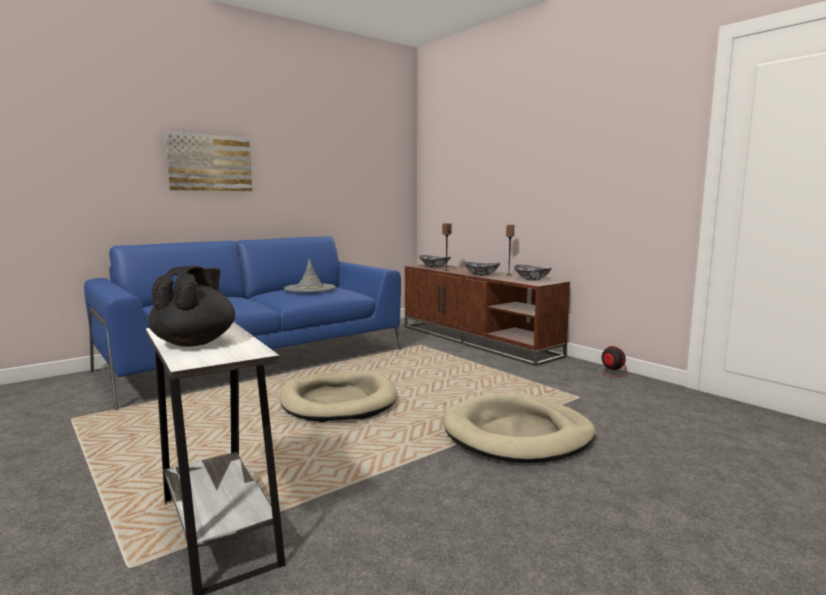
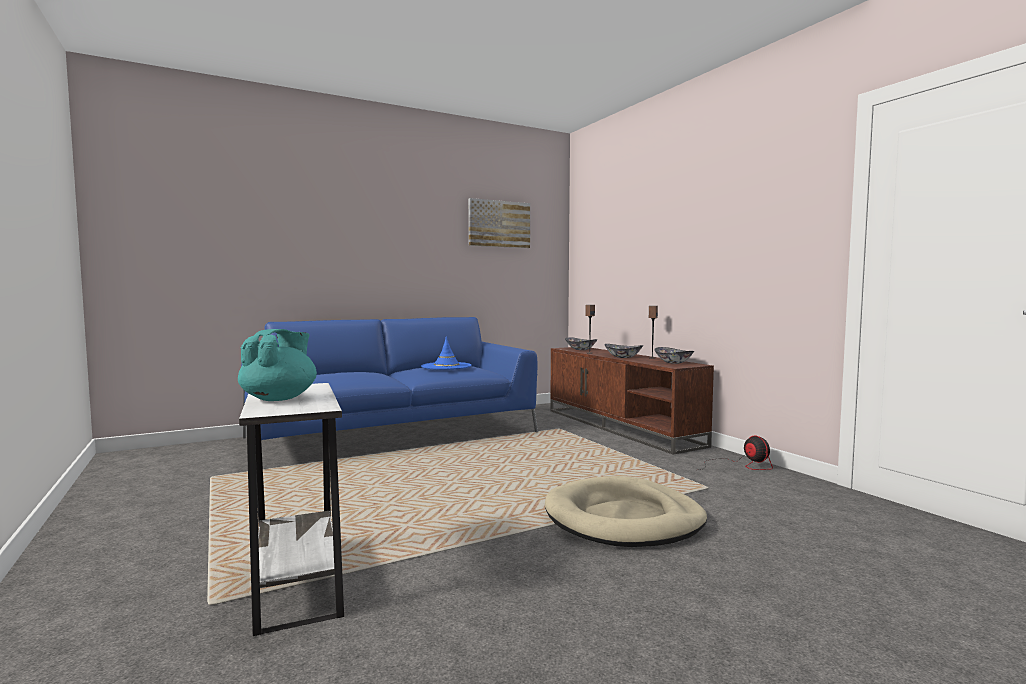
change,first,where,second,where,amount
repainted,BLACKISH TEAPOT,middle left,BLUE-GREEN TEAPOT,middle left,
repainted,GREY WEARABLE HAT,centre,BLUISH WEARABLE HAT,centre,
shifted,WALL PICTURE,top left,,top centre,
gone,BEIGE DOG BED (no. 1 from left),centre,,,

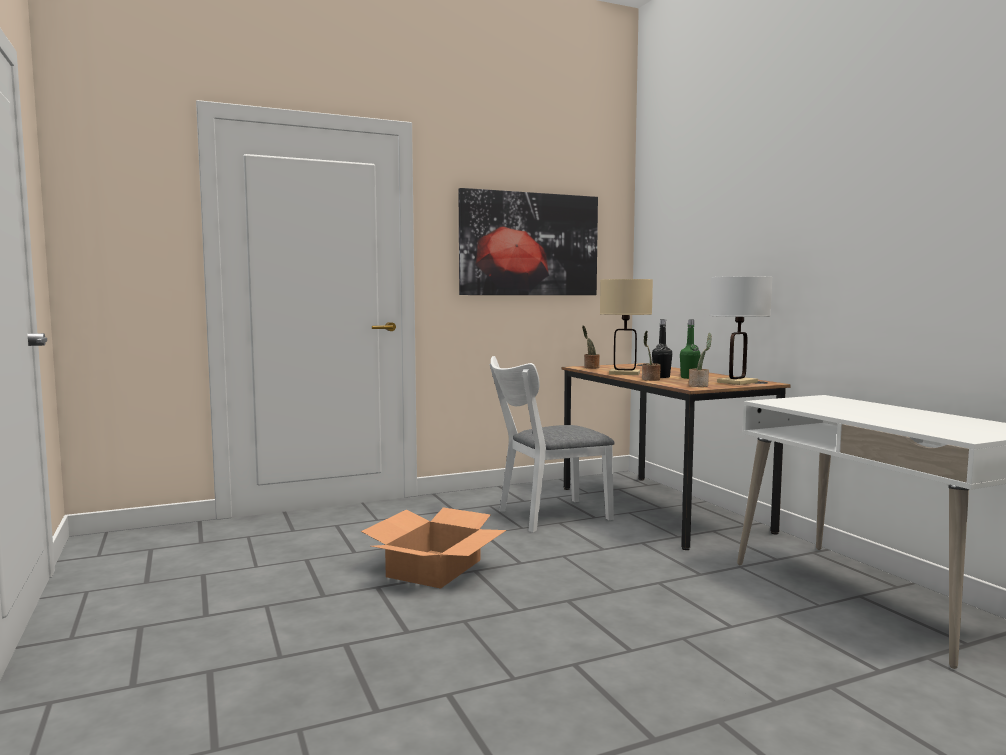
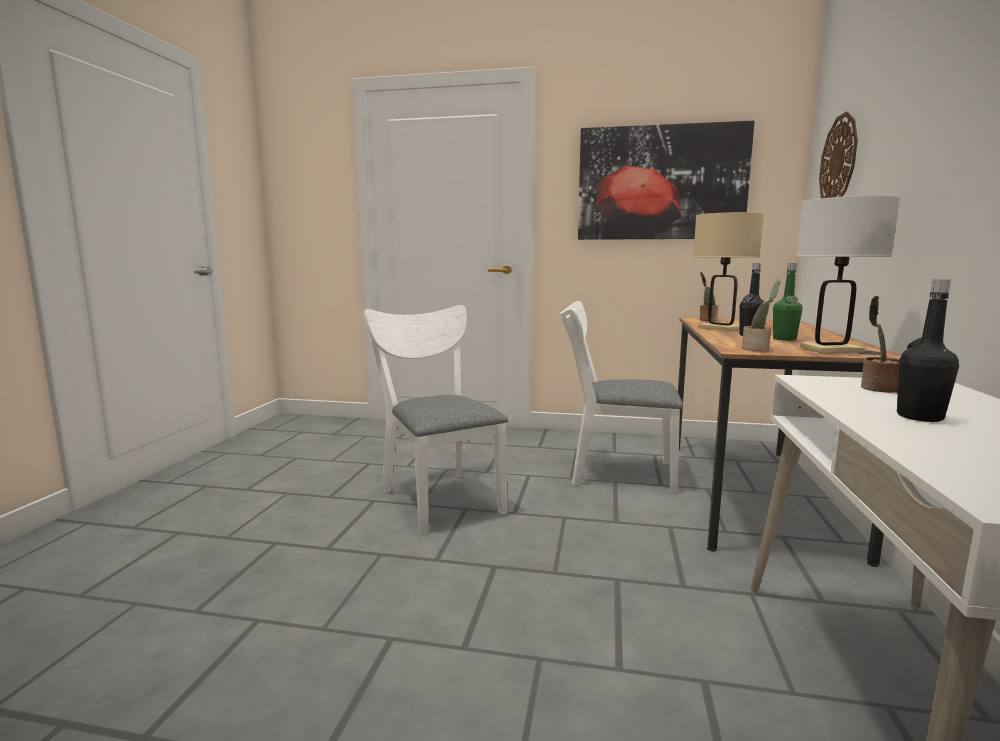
change,first,where,second,where,amount
swapped,CARDBOARD BOX,bottom centre,WHITE PLAIN CHAIR (no. 1 from left),centre,
new,,,WALL CLOCK,top right,
shifted,POTTED PLANT (no. 2 from left in the first image),centre,POTTED PLANT (no. 3 from left),middle right,
new,,,BLACKISH DRINK BOTTLE (no. 2 from left),middle right,

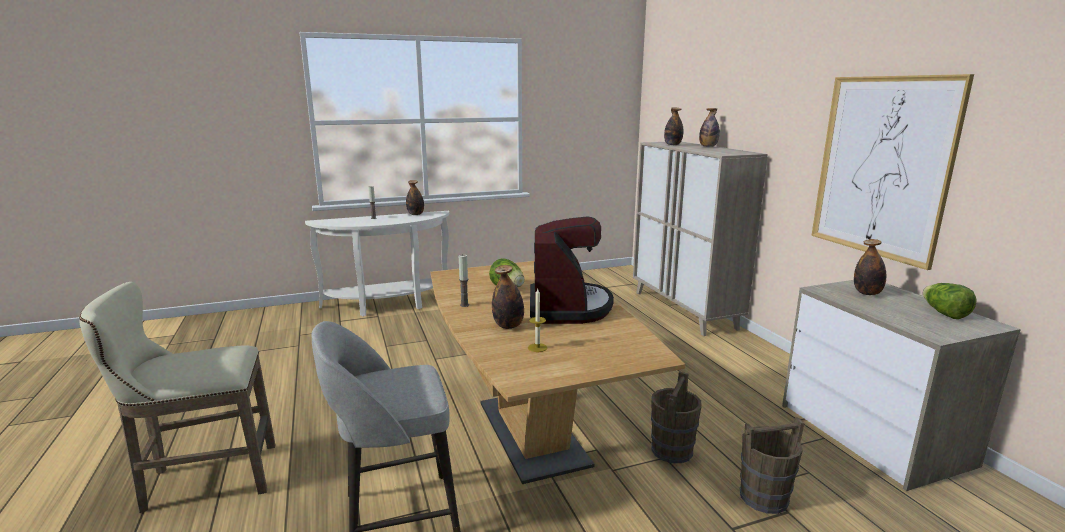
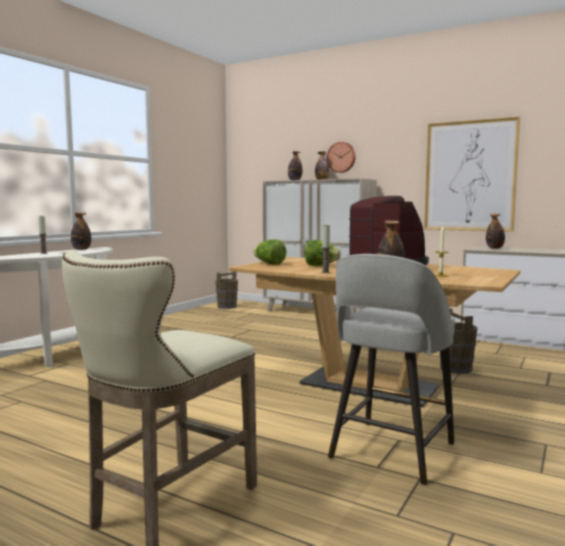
change,first,where,second,where,amount
shifted,BROWNISH BUCKET (no. 2 from left in the first image),bottom right,BROWNISH BUCKET (no. 1 from left),centre,
shifted,LETTUCE (no. 2 from left in the first image),middle right,LETTUCE (no. 1 from left),centre,
new,,,WALL CLOCK,top centre,

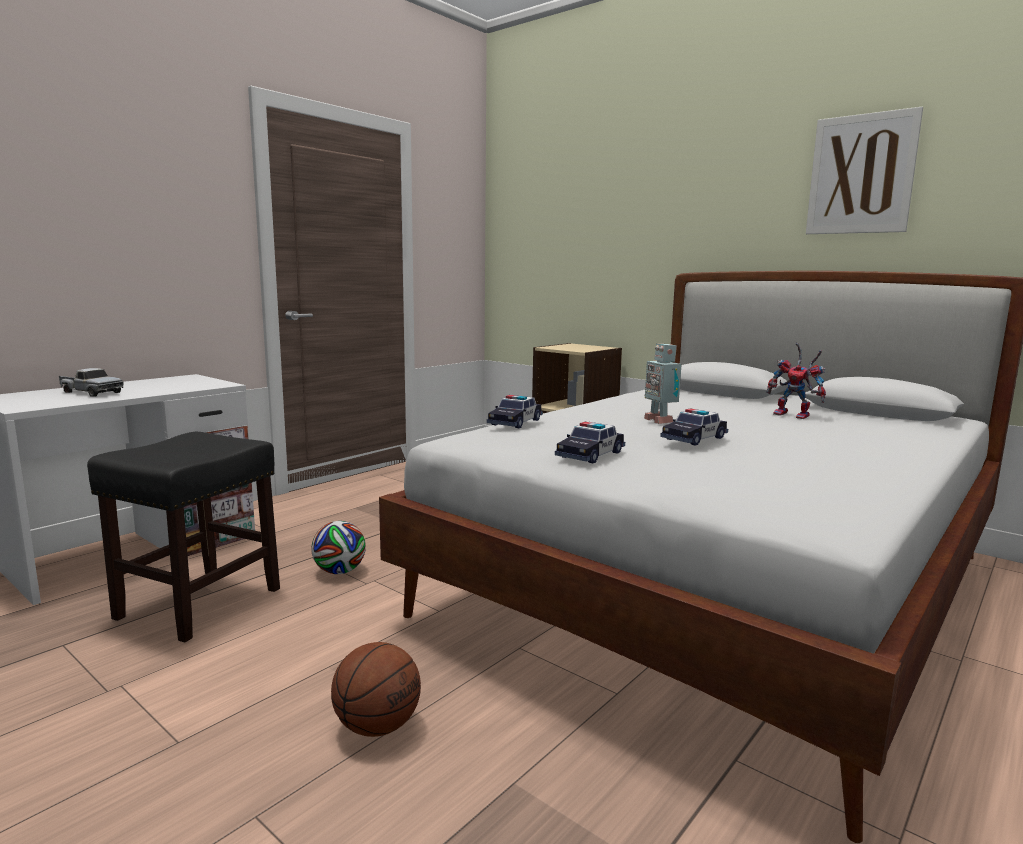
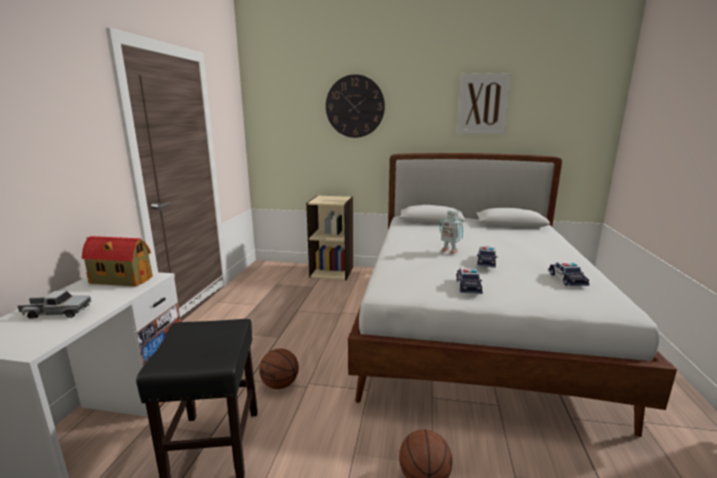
change,first,where,second,where,amount
new,,,MINIATURE HOUSE,middle left,
swapped,FOOTBALL BALL,middle left,BASKETBALL (no. 1 from left),bottom centre,
new,,,WALL CLOCK,top centre,
shifted,MINIATURE CAR (no. 1 from left in the first image),centre,MINIATURE CAR (no. 3 from left),middle right,
gone,MODEL ROBOT (no. 2 from left),middle right,,,

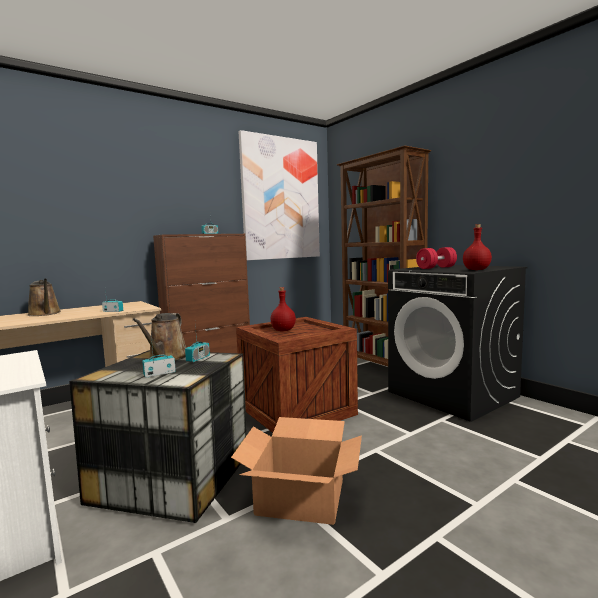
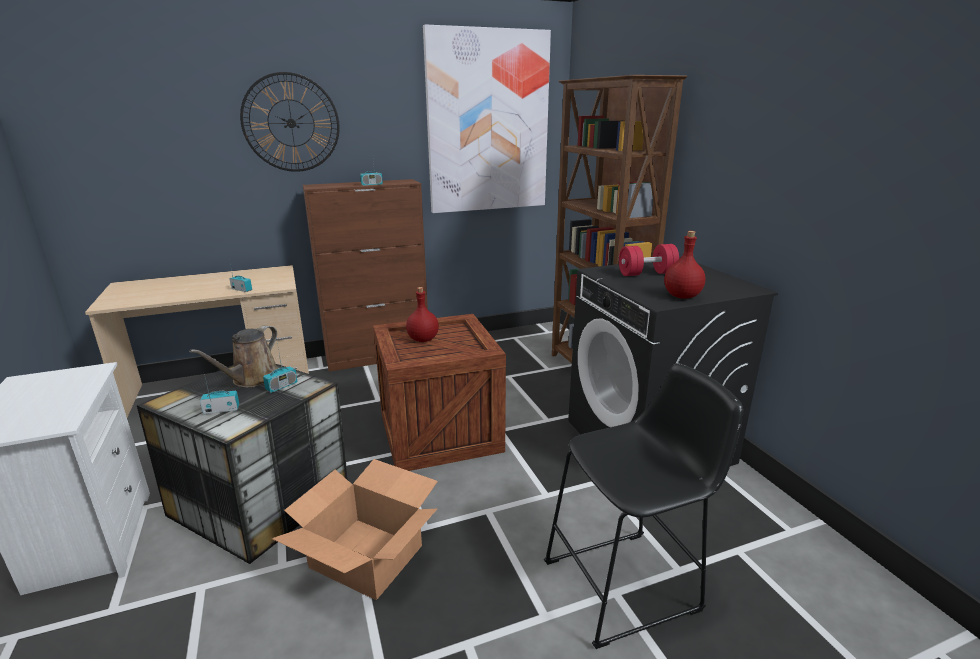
change,first,where,second,where,amount
new,,,WALL CLOCK,top left,
new,,,BLACKISH STOOL,bottom centre,
gone,BROWNISH WATERING CAN (no. 1 from left),middle left,,,

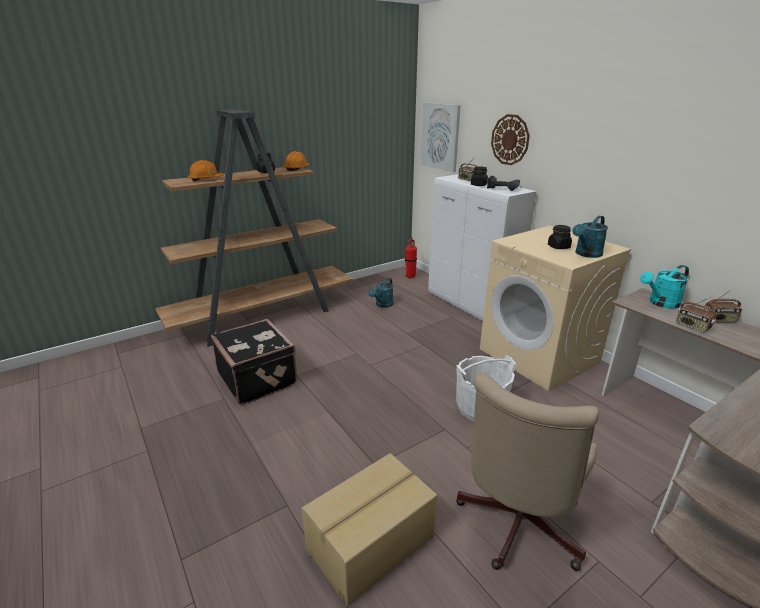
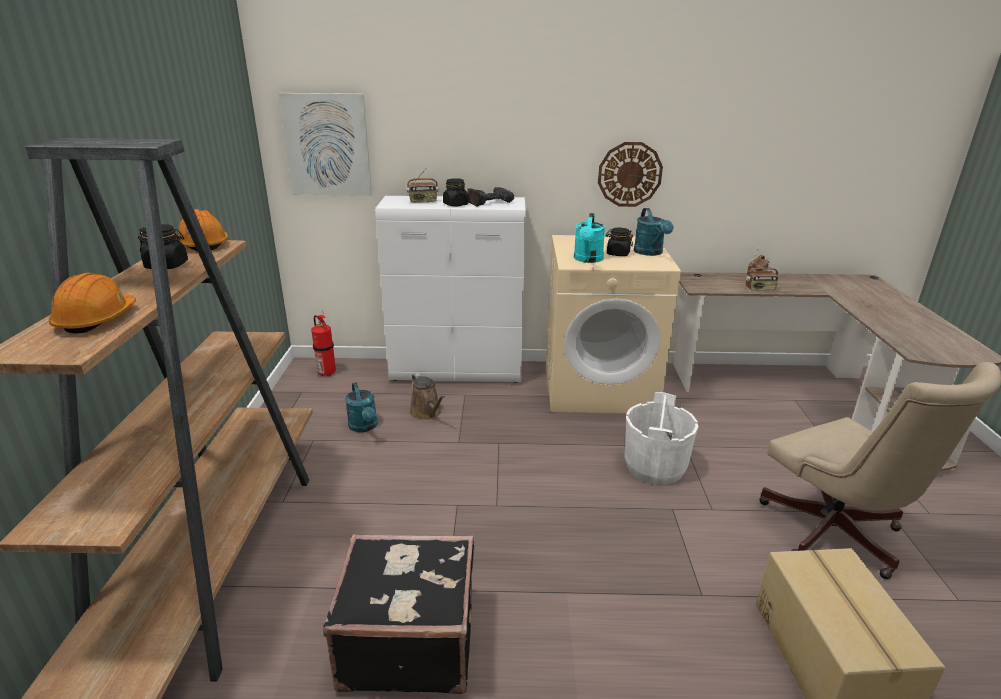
change,first,where,second,where,amount
new,,,BROWNISH WATERING CAN,centre,
shifted,BLUE-GREEN WATERING CAN (no. 3 from left in the first image),middle right,BLUE-GREEN WATERING CAN (no. 2 from left),centre,
shifted,WALL CLOCK,top right,,top centre,

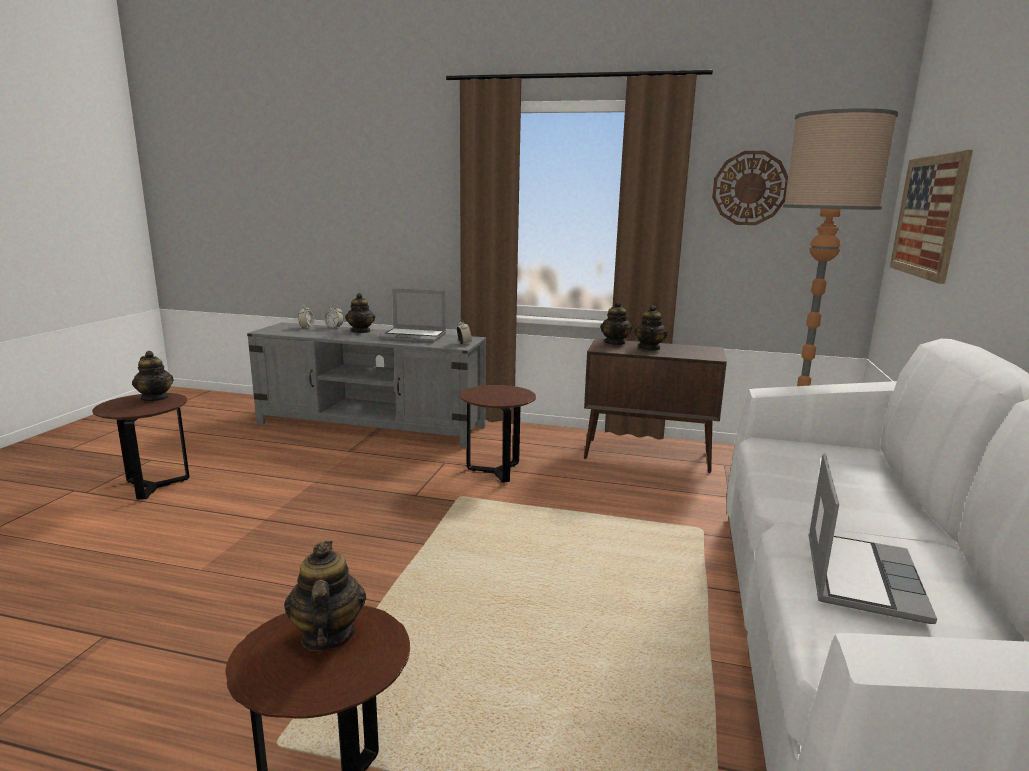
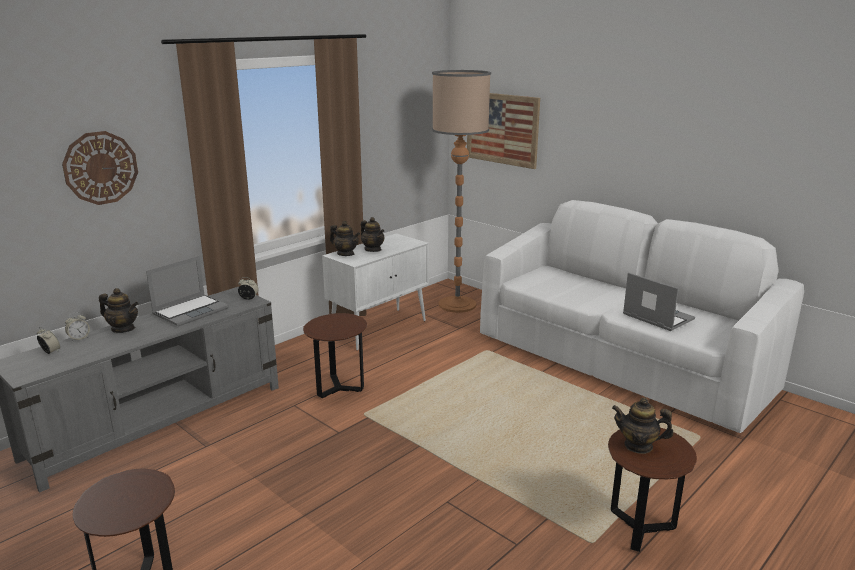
change,first,where,second,where,amount
shifted,WALL CLOCK,top right,,top left,
repainted,BROWNISH CABINET,centre,WHITE CABINET,centre,
gone,TEAPOT (no. 1 from left),middle left,,,

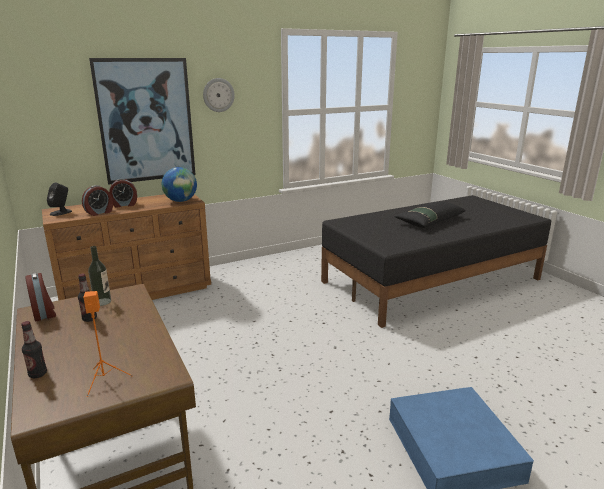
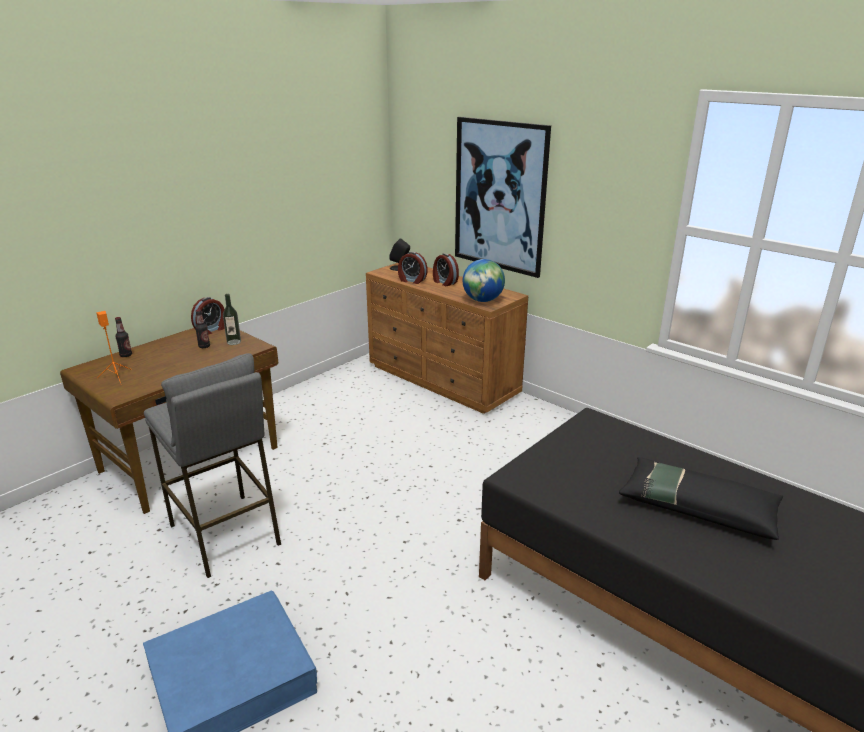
change,first,where,second,where,amount
new,,,GREY STOOL,middle left,
gone,WALL CLOCK,top centre,,,

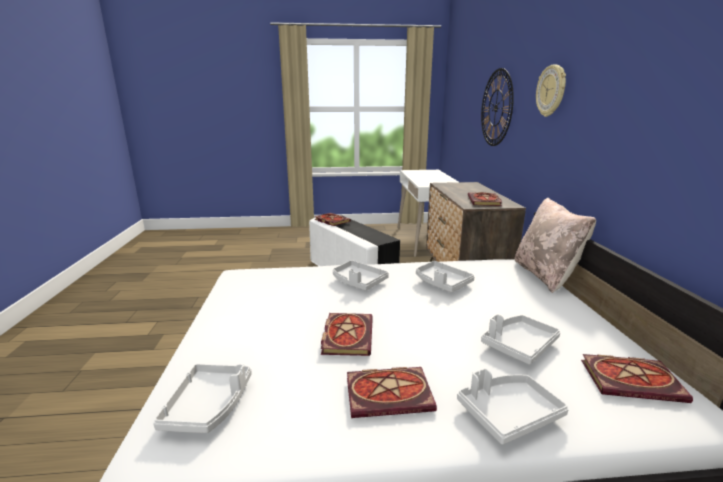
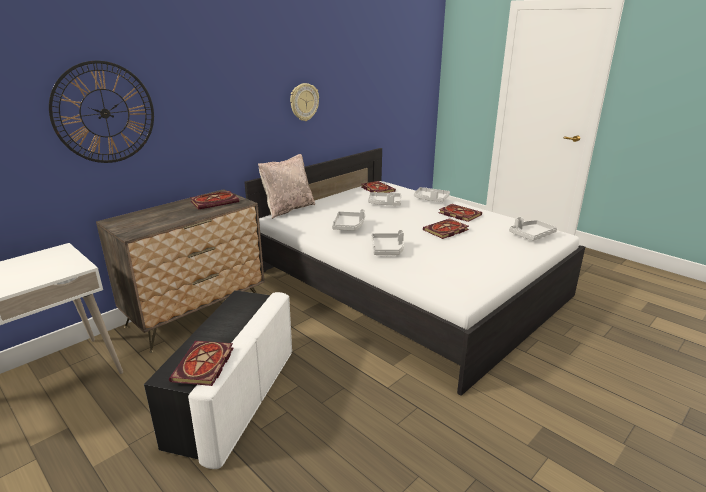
change,first,where,second,where,amount
shifted,WALL CLOCK (no. 2 from left),top right,,top centre,

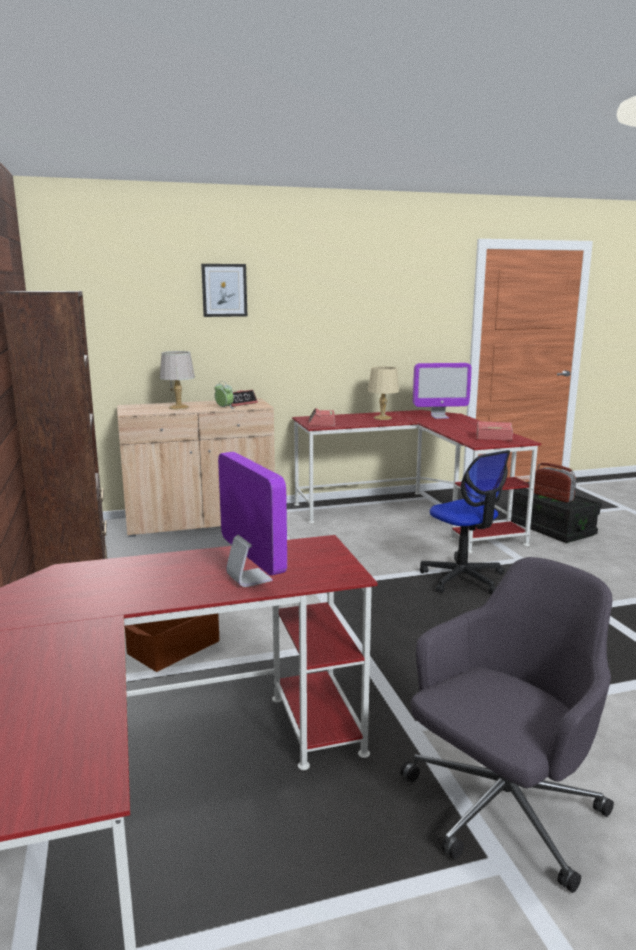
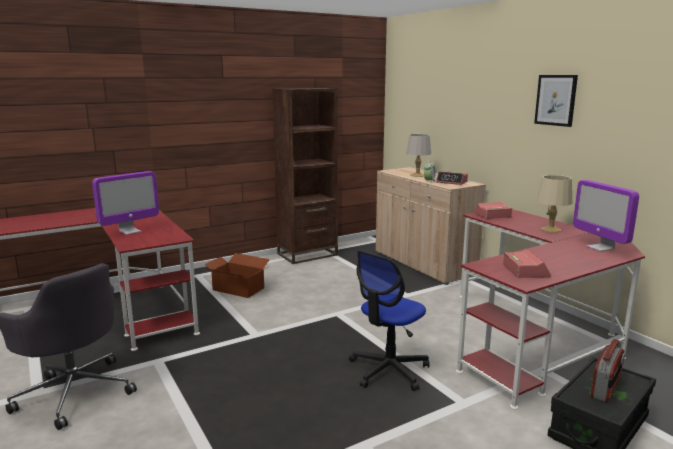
change,first,where,second,where,amount
shifted,WALL PICTURE,top centre,,top right,

